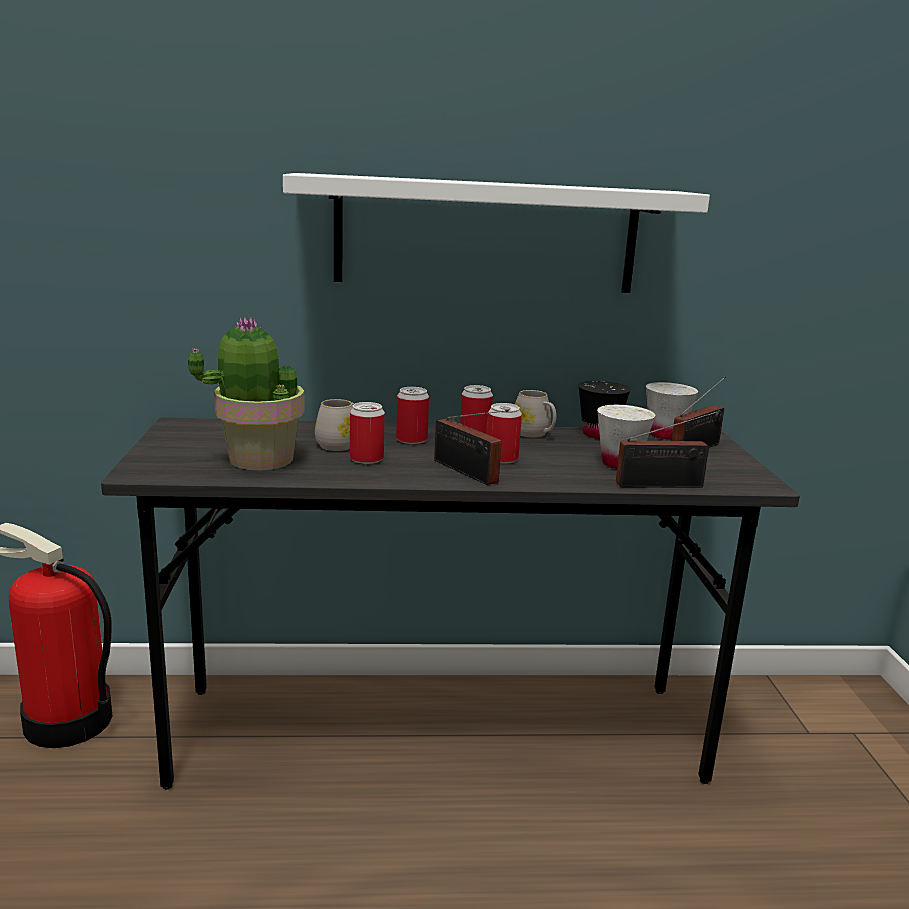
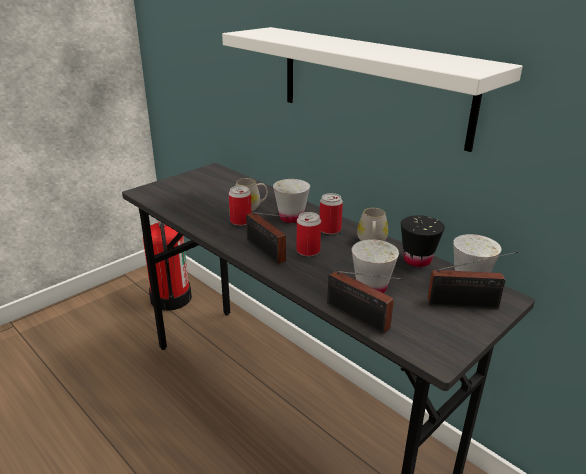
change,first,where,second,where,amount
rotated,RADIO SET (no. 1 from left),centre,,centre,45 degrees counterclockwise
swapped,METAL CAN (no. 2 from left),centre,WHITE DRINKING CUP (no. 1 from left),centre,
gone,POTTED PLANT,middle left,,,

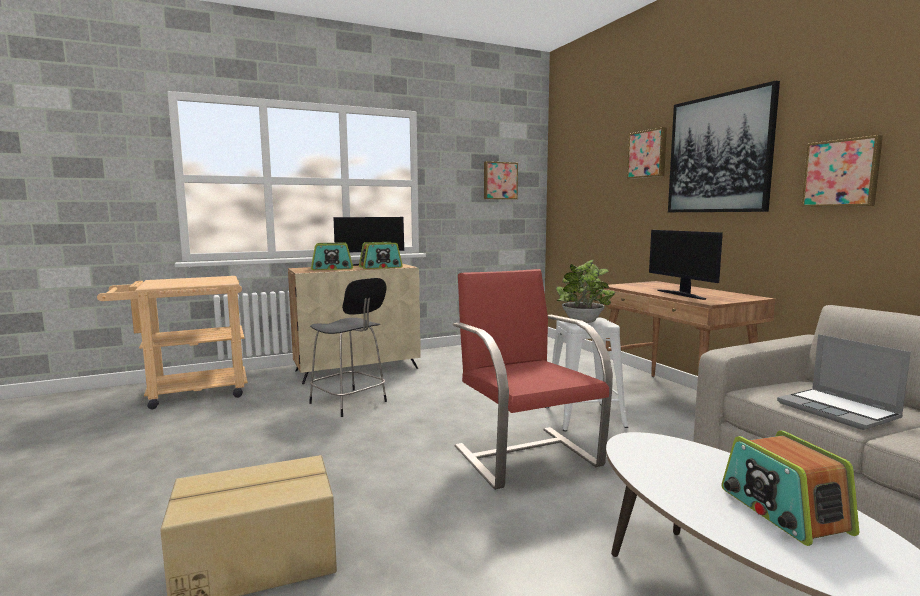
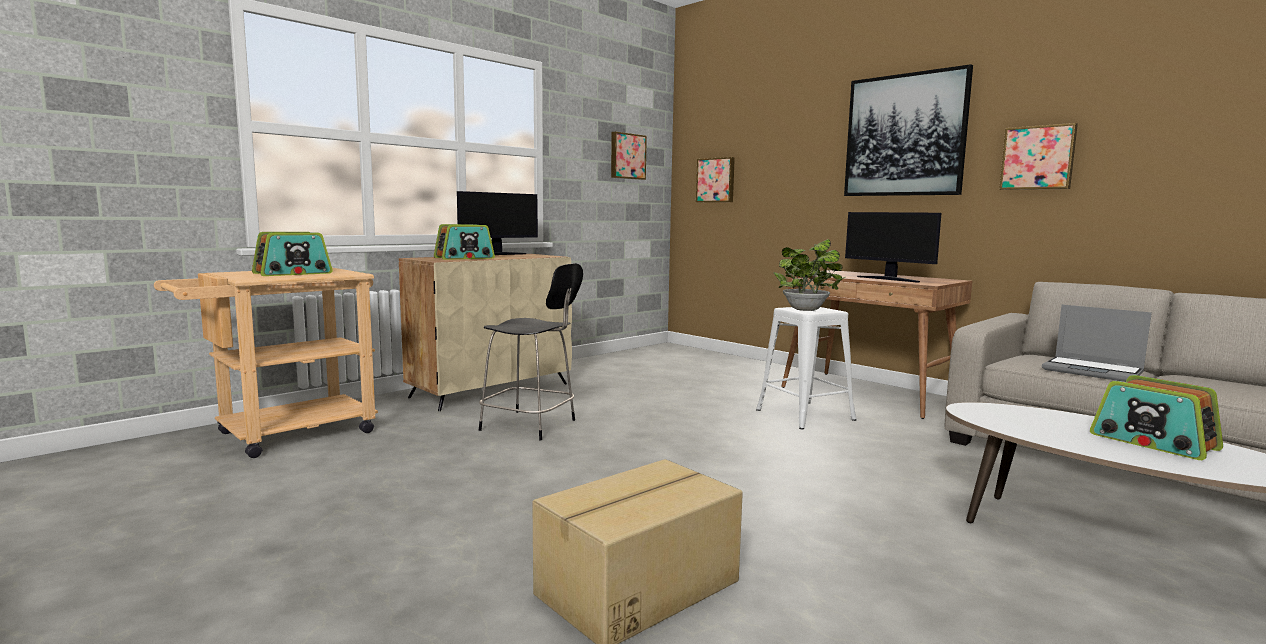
change,first,where,second,where,amount
shifted,RADIO SET (no. 2 from left in the first image),centre,RADIO SET (no. 1 from left),middle left,
shifted,WALL PICTURE (no. 2 from left),top right,,top centre,
gone,REDDISH EASY CHAIR,centre,,,

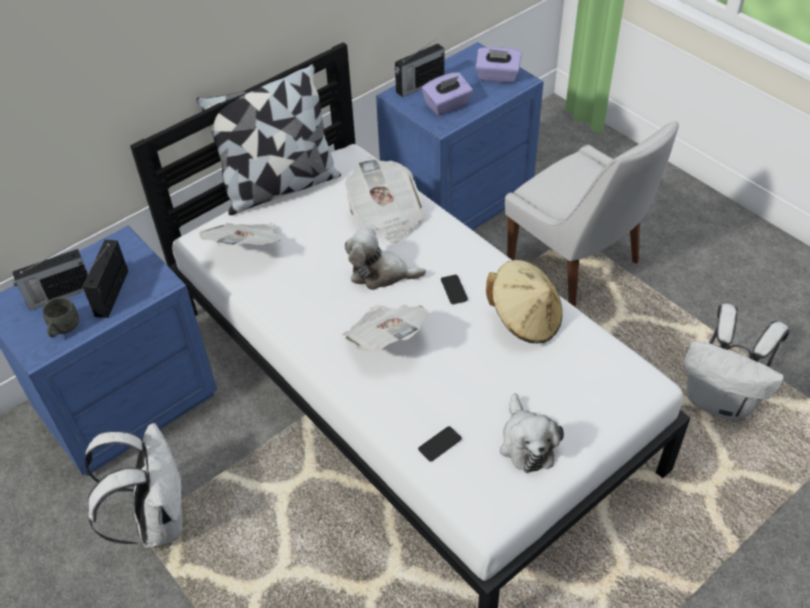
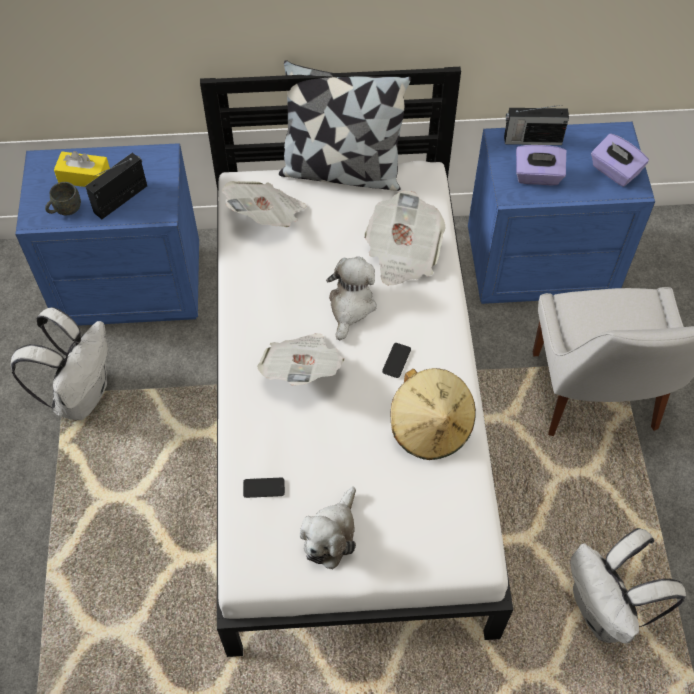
change,first,where,second,where,amount
swapped,RADIO SET (no. 1 from left),middle left,YELLOW BOX OF TISSUES,top left,
rotated,SOFT TOY (no. 1 from left in the first image),centre,SOFT TOY (no. 2 from left),centre,60 degrees clockwise

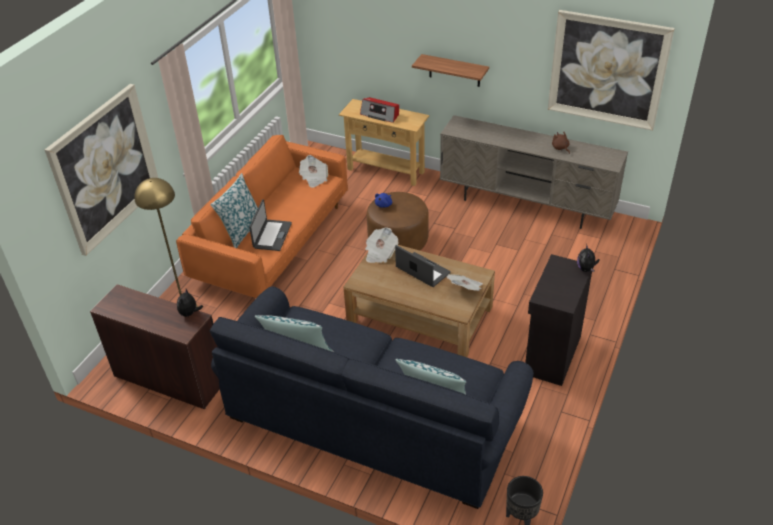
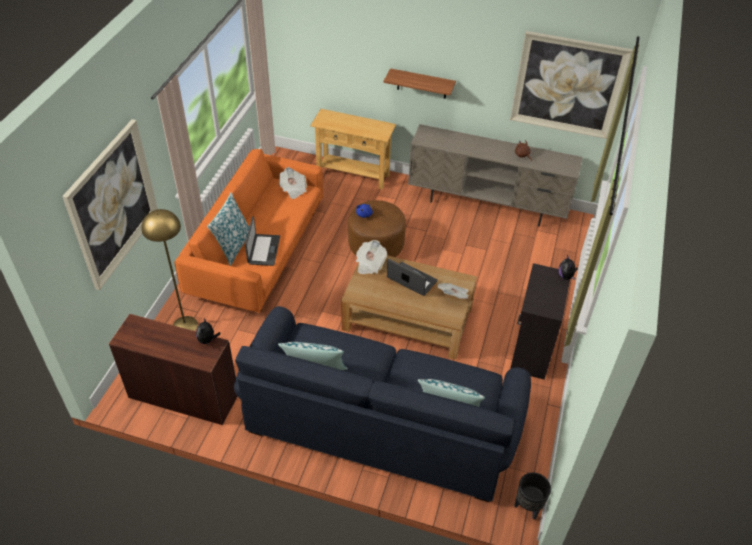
change,first,where,second,where,amount
gone,RADIO SET,top centre,,,

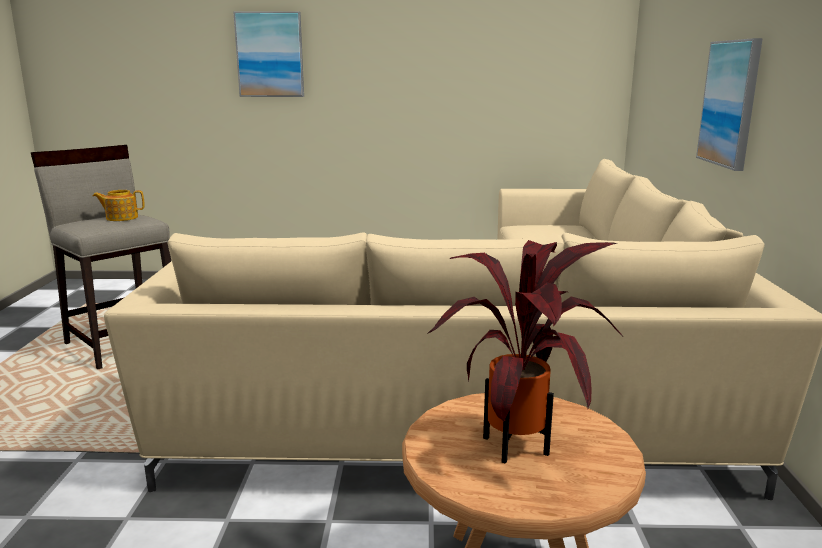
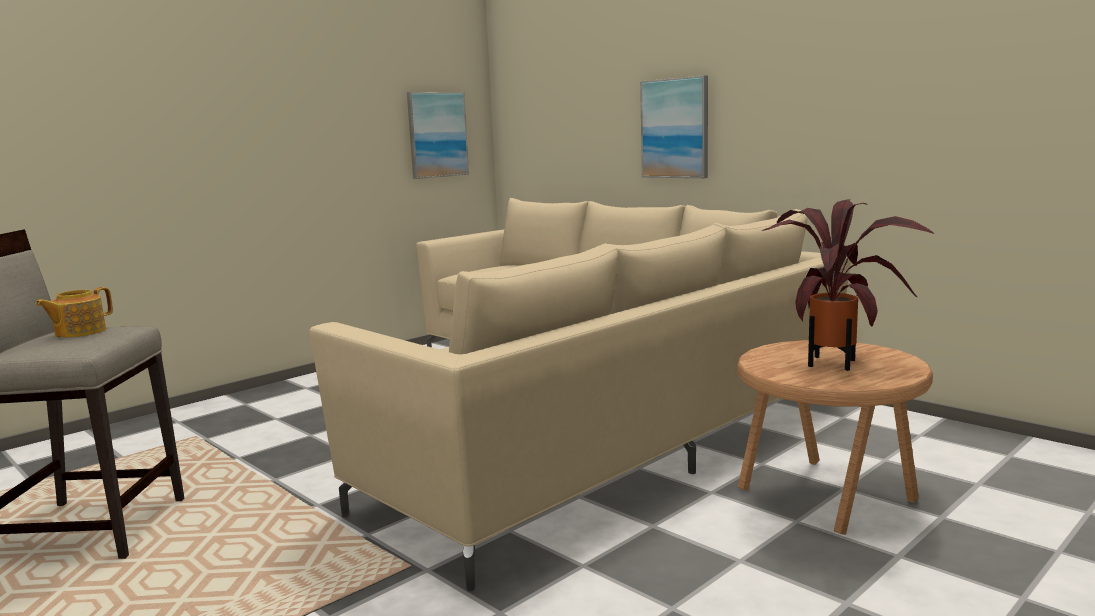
change,first,where,second,where,amount
shifted,WALL PICTURE (no. 1 from left),top left,,top centre,

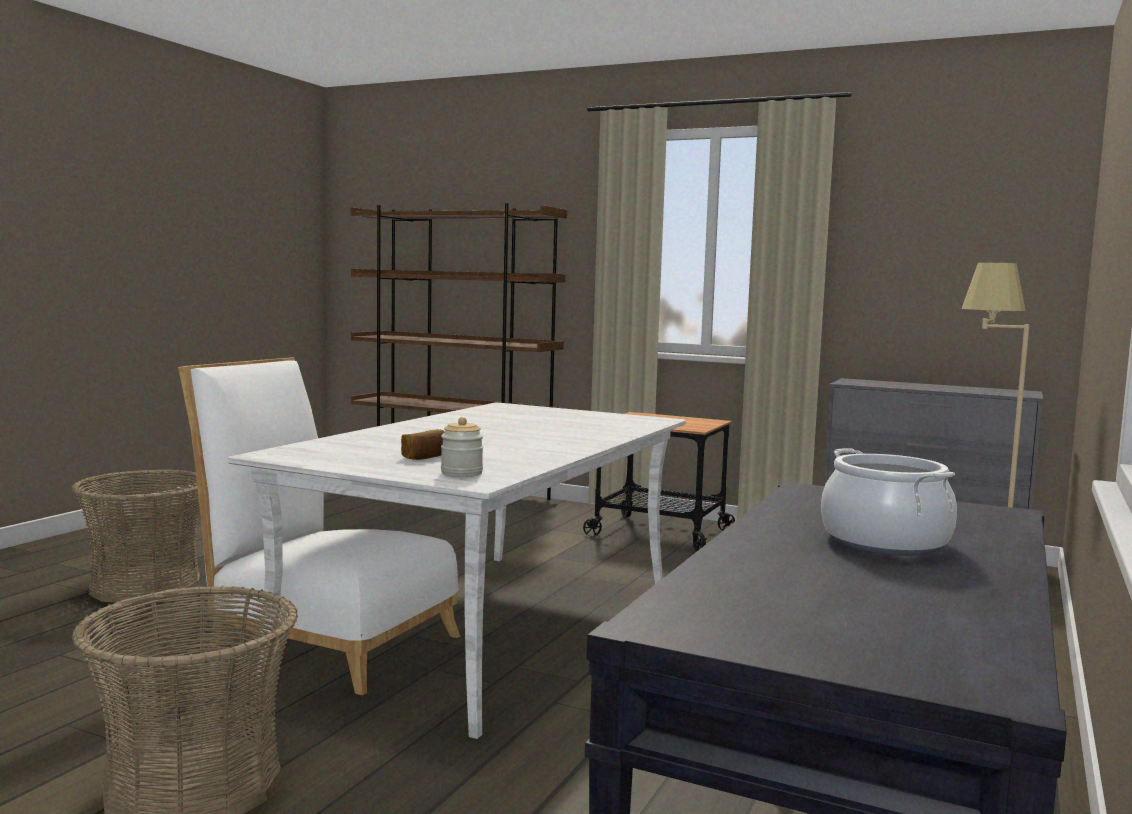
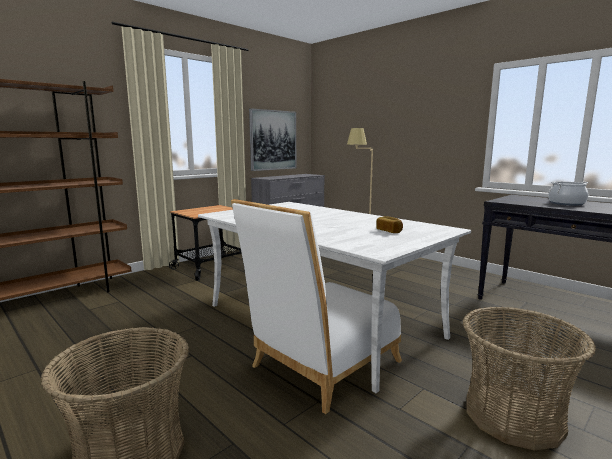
change,first,where,second,where,amount
new,,,WALL PICTURE,top centre,
gone,JAR,centre,,,

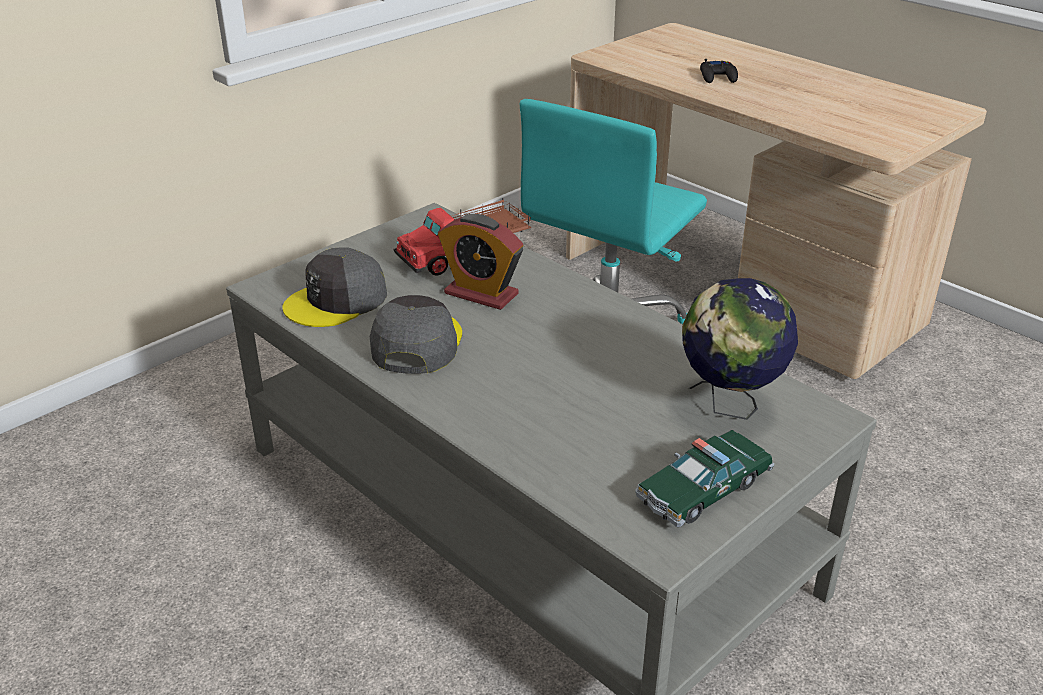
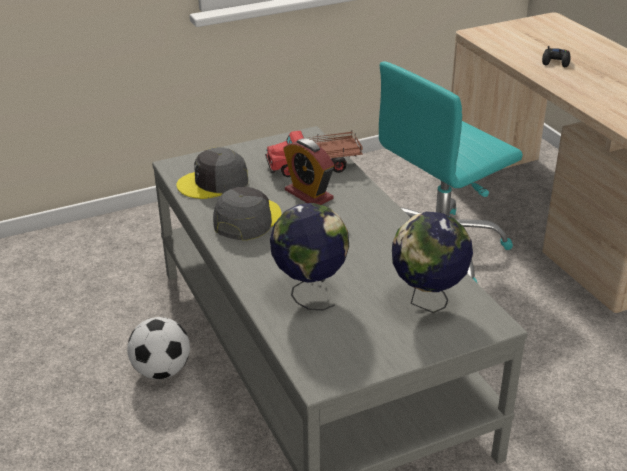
change,first,where,second,where,amount
new,,,FOOTBALL BALL,bottom left,
new,,,WORLD GLOBE (no. 1 from left),centre,
gone,MINIATURE CAR,bottom right,,,

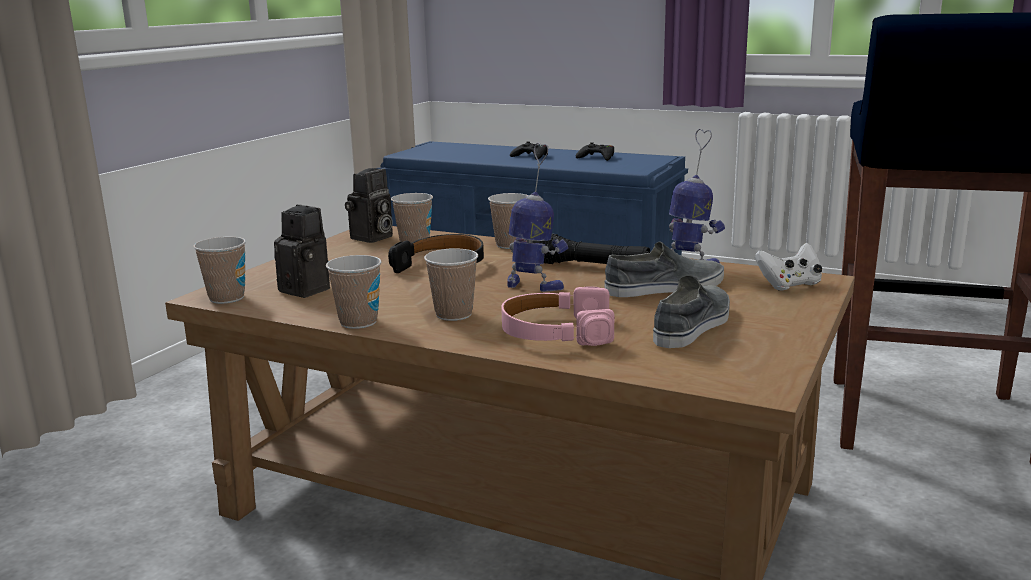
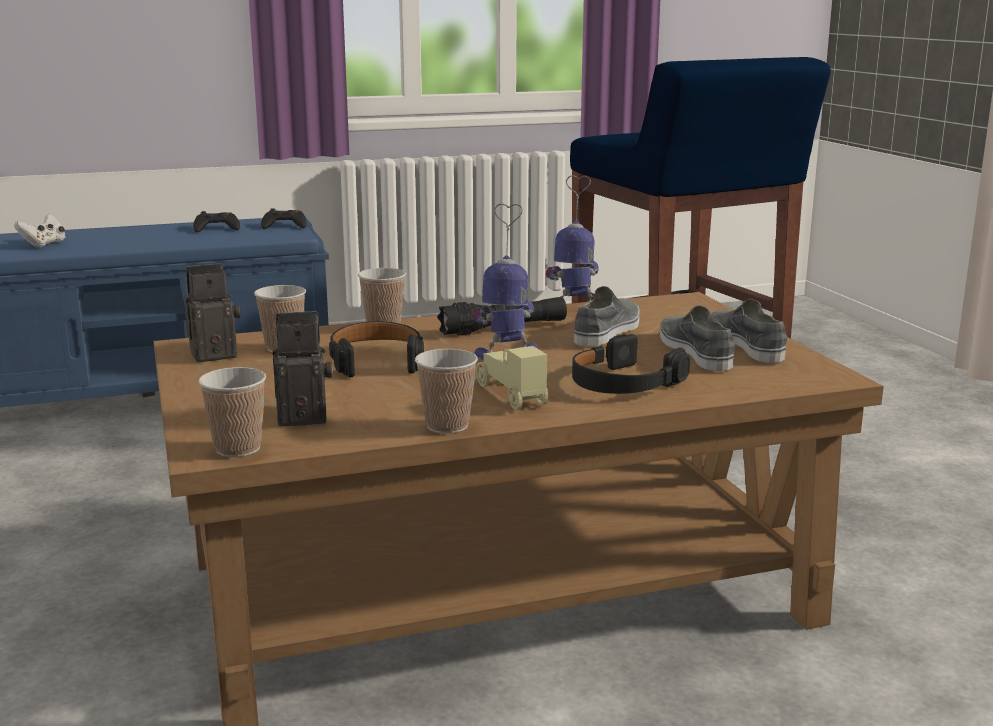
change,first,where,second,where,amount
shifted,WHITE JOYPAD,middle right,,top left,
rotated,STILL CAMERA (no. 2 from left in the first image),centre,STILL CAMERA (no. 1 from left),middle left,105 degrees counterclockwise
shifted,BLACKISH JOYPAD (no. 1 from left in the first image),top centre,BLACKISH JOYPAD (no. 2 from left),top left,
swapped,DRINKING CUP (no. 4 from left),centre,BEIGE MINIATURE CAR,centre,
repainted,PINK-COLOURED HEADSET,centre,BLACKISH HEADSET (no. 2 from left),centre,
new,,,GREY LOW SHOE (no. 3 from left),middle right,

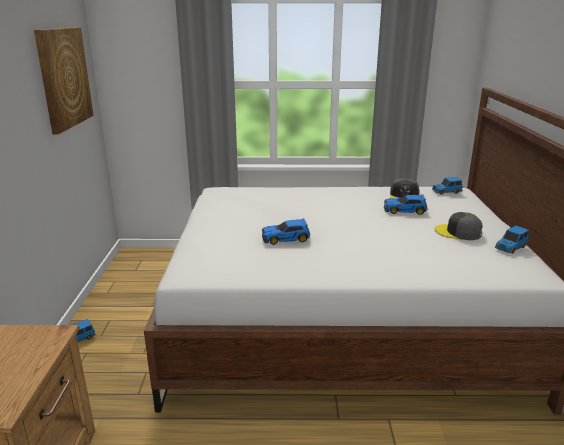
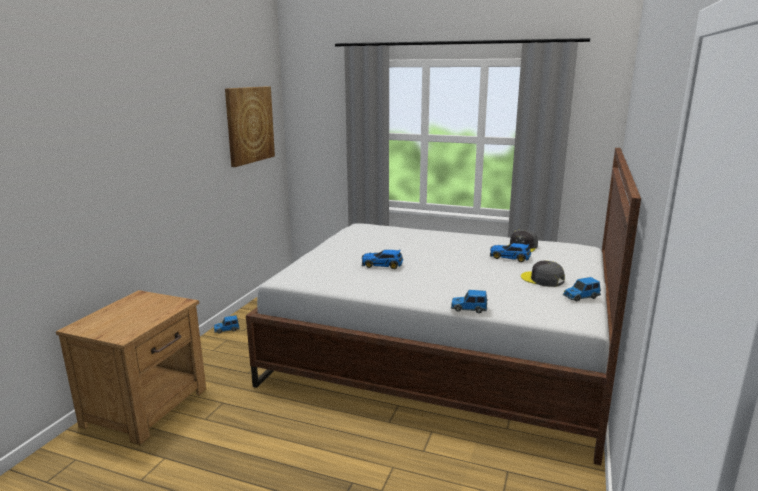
change,first,where,second,where,amount
shifted,MINIATURE CAR (no. 4 from left in the first image),middle right,MINIATURE CAR (no. 3 from left),centre,

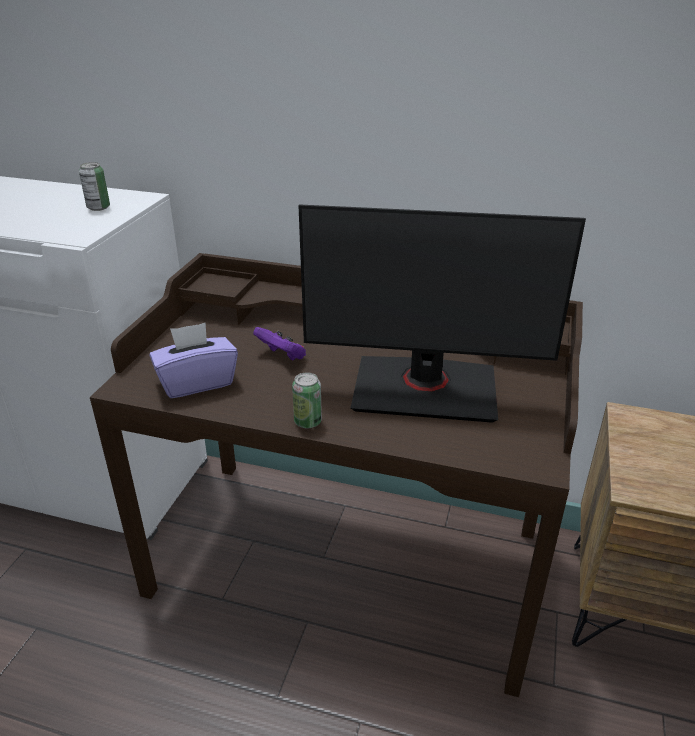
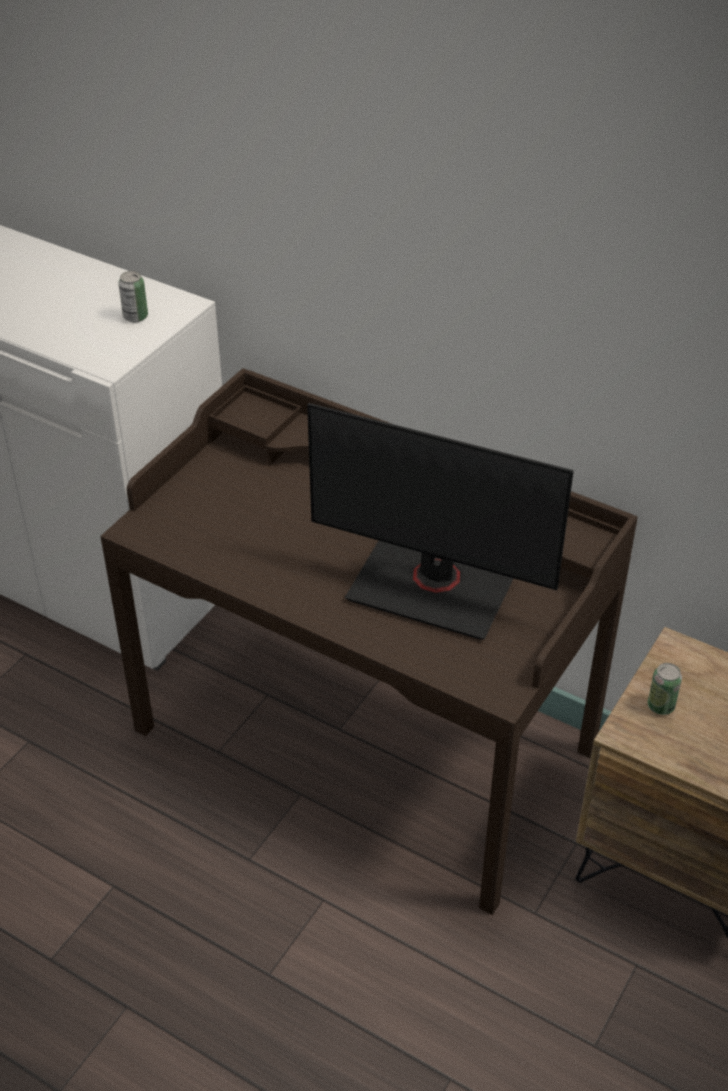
change,first,where,second,where,amount
shifted,METAL CAN (no. 2 from left),centre,,middle right,
gone,PURPLE-COLOURED BOX OF TISSUES,middle left,,,
gone,PURPLE-COLOURED JOYPAD,centre,,,

